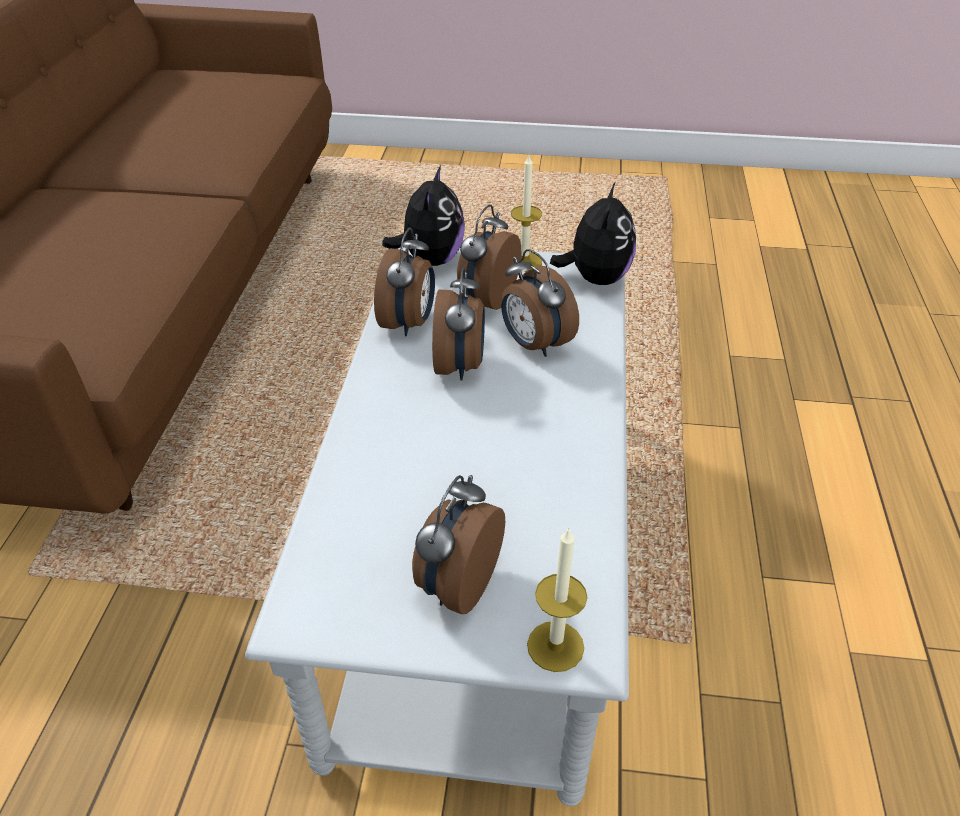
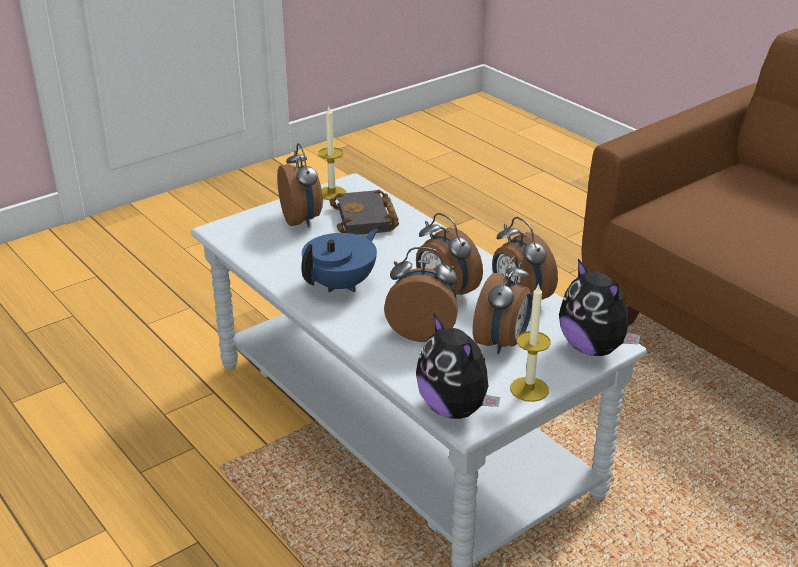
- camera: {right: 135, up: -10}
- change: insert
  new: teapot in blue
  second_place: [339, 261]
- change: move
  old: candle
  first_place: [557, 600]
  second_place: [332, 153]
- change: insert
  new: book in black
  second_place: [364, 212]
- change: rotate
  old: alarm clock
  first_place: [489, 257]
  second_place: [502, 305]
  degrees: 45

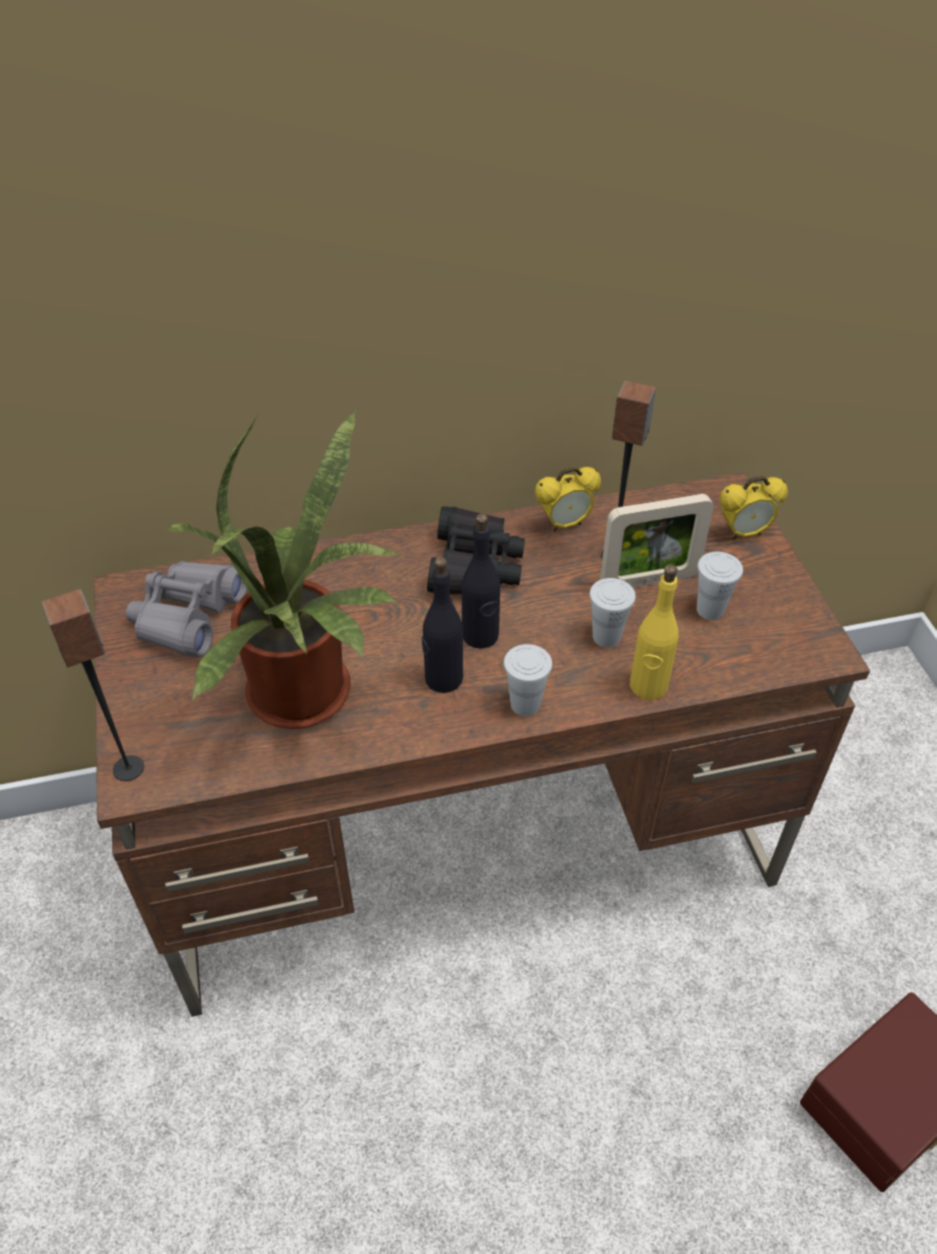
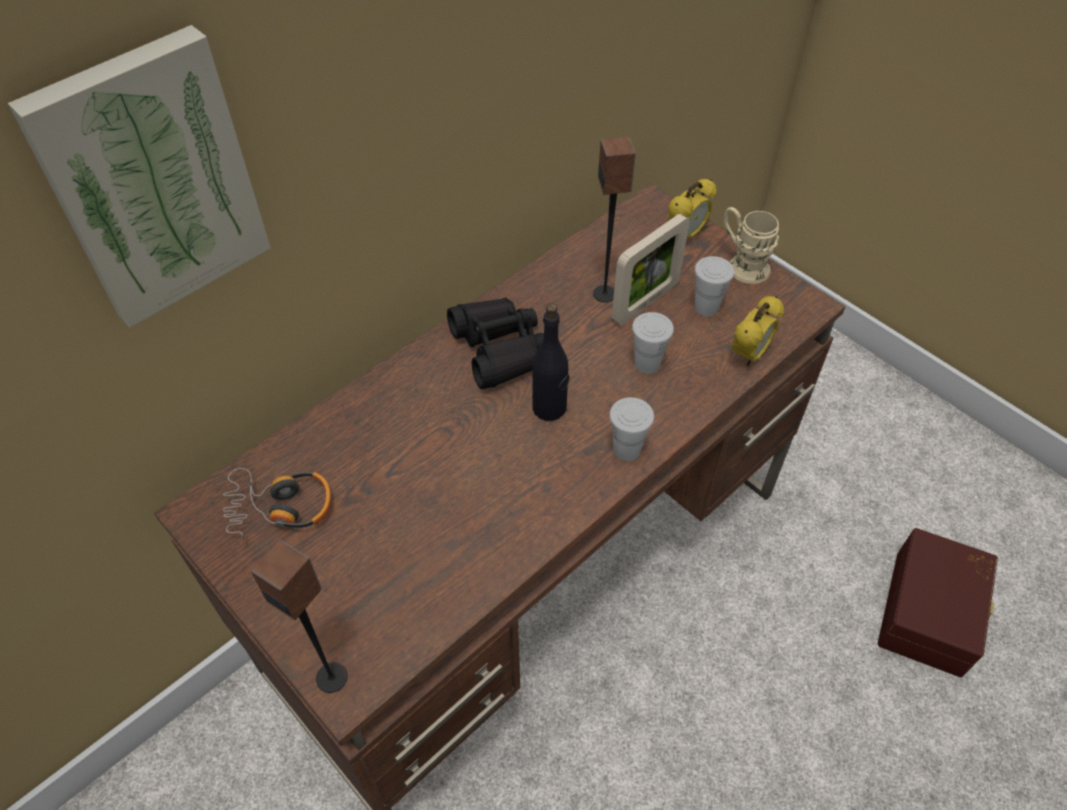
- camera: {right: -30, up: 5}
- change: insert
  new: picture
  second_place: [139, 176]
- change: replace
  old: binoculars in grey
  new: headphones
  first_place: [187, 609]
  second_place: [277, 506]
- change: insert
  new: mug in beige
  second_place: [751, 245]
- change: move
  old: alarm clock
  first_place: [568, 499]
  second_place: [758, 331]
- change: delete
  old: potted plant
  first_place: [285, 570]
- change: delete
  old: bottle in black
  first_place: [442, 625]
- change: delete
  old: bottle in yellow
  first_place: [654, 632]

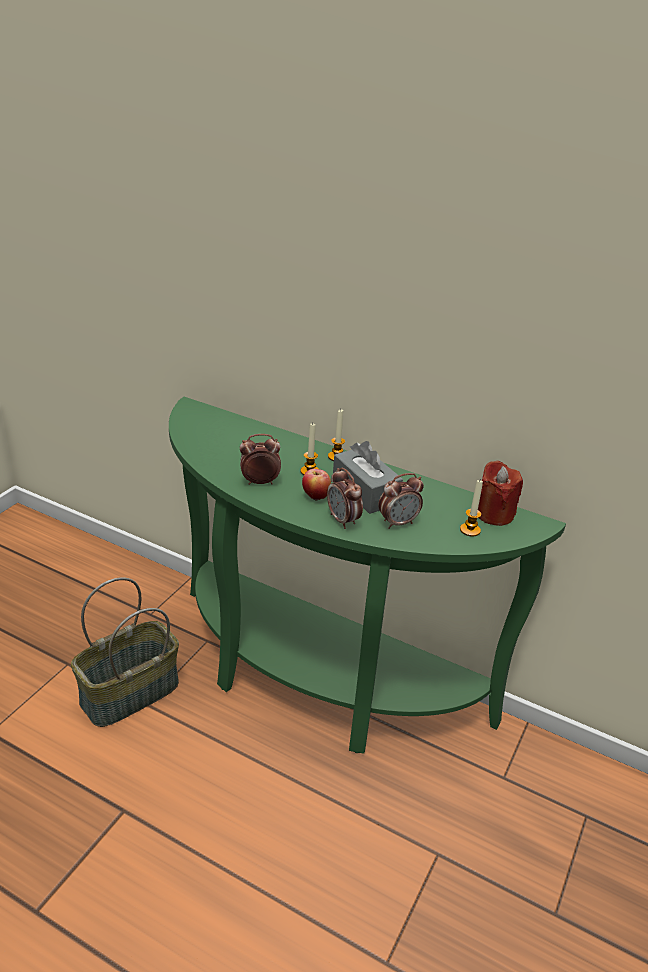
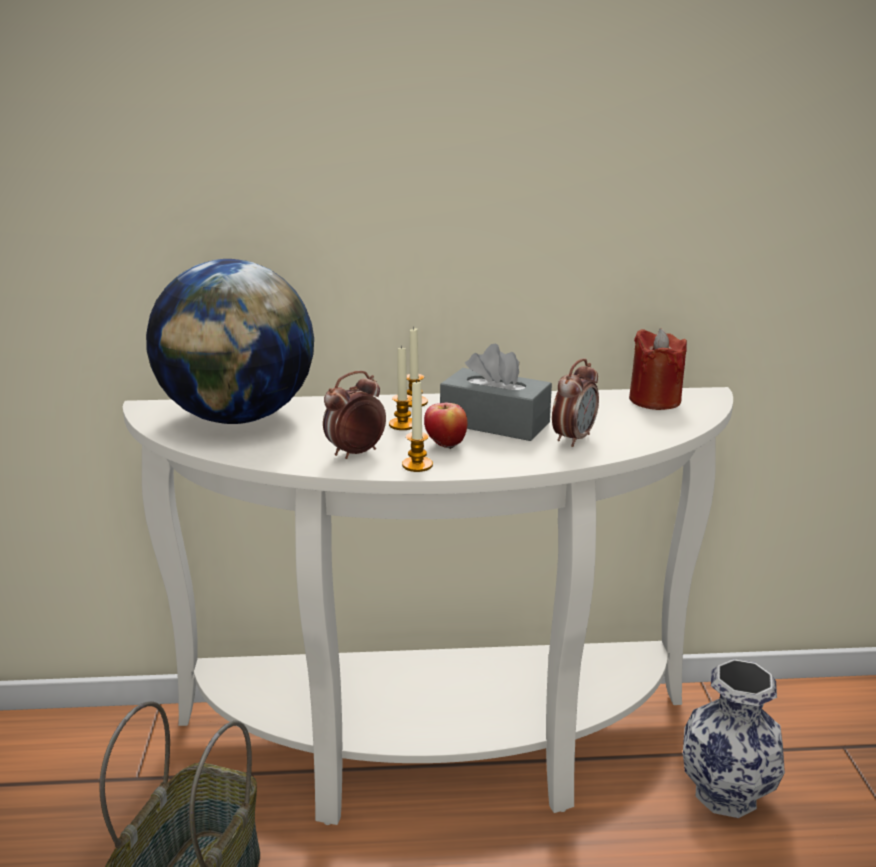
- camera: {right: -30, up: -10}
- change: recolor
  old: console table in green
  new: console table in white
  first_place: [367, 575]
  second_place: [428, 606]
- change: insert
  new: globe
  second_place: [230, 341]
- change: move
  old: candle
  first_place: [471, 508]
  second_place: [417, 425]
- change: insert
  new: vase
  second_place: [734, 738]
- change: delete
  old: alarm clock
  first_place: [345, 498]

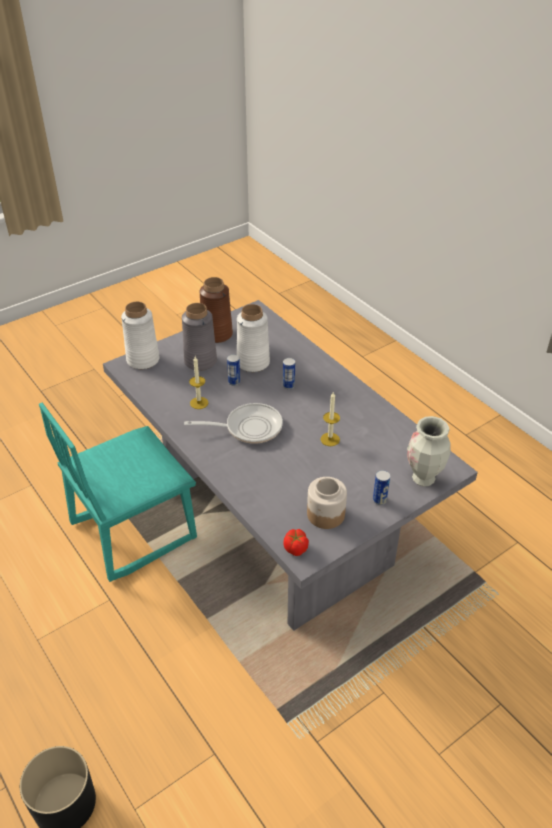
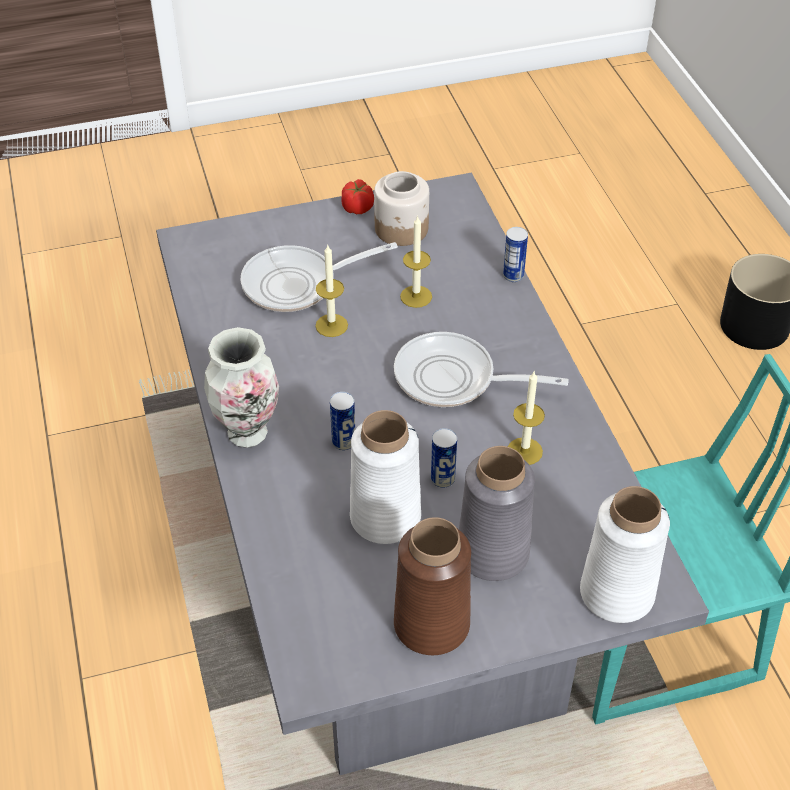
- camera: {right: -160, up: 5}
- change: move
  old: vase
  first_place: [429, 451]
  second_place: [241, 387]
- change: insert
  new: frying pan
  second_place: [319, 277]
- change: move
  old: tomato
  first_place: [296, 542]
  second_place: [357, 196]
- change: insert
  new: candle
  second_place: [416, 261]
- change: move
  old: can
  first_place: [381, 487]
  second_place: [515, 254]

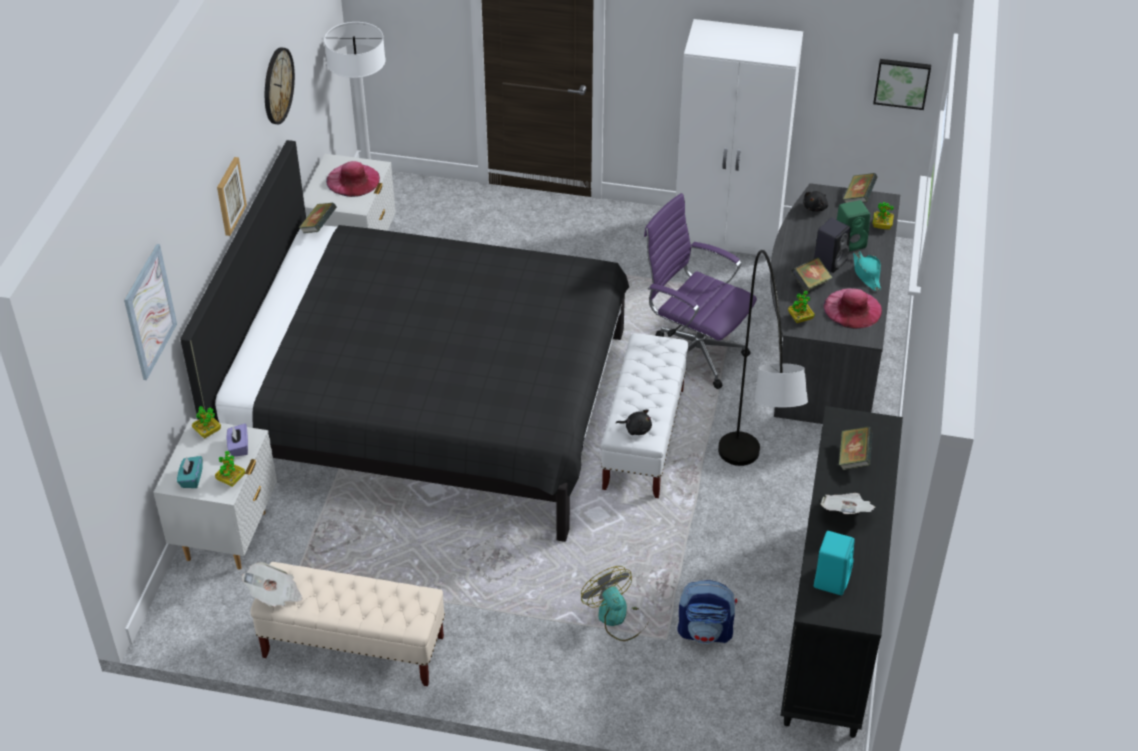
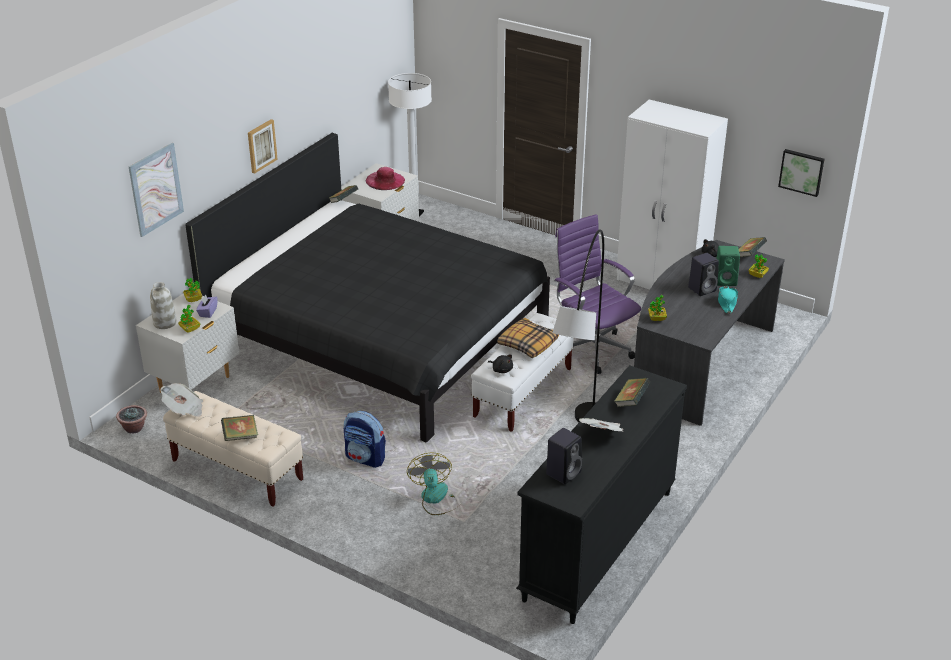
- camera: {right: 20, up: -10}
- change: insert
  new: potted plant
  second_place: [131, 419]
- change: replace
  old: tissue box in turquoise
  new: vase in white
  first_place: [190, 472]
  second_place: [163, 305]
- change: move
  old: book
  first_place: [812, 274]
  second_place: [239, 428]
- change: move
  old: backpack
  first_place: [707, 612]
  second_place: [365, 439]
- change: insert
  new: pillow
  second_place: [528, 338]
- change: recolor
  old: speaker in turquoise
  new: speaker in black
  first_place: [834, 563]
  second_place: [564, 456]
- change: delete
  old: wall clock
  first_place: [280, 85]
- change: delete
  old: hat in pink
  first_place: [852, 308]

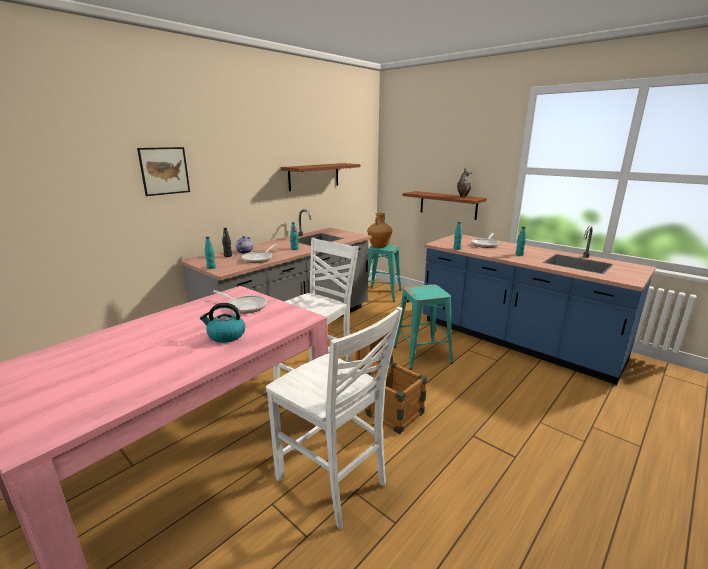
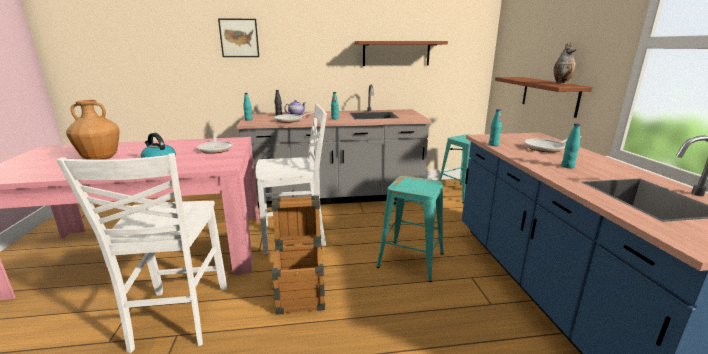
- camera: {right: 40, up: 0}
- change: move
  old: vase in brown
  first_place: [380, 230]
  second_place: [93, 130]

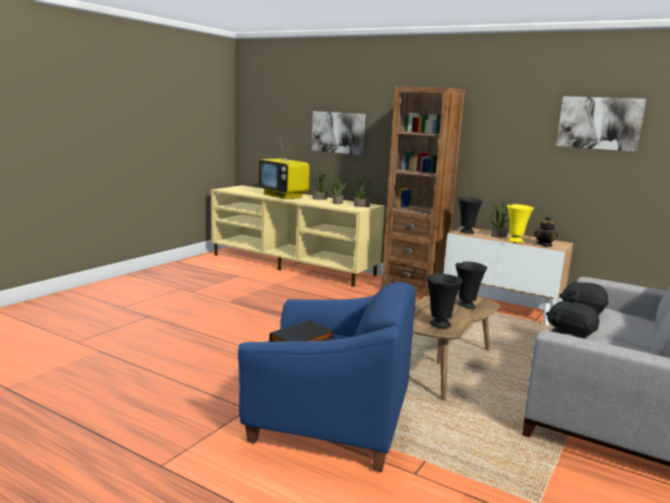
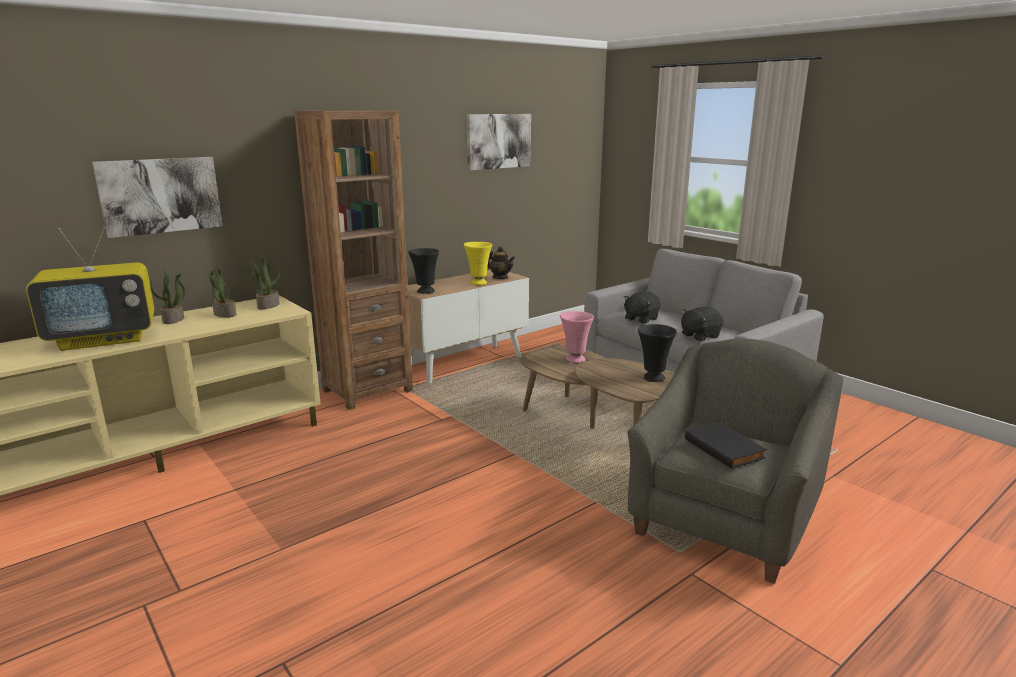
- camera: {right: -70, up: 5}
- change: recolor
  old: vase in black
  new: vase in pink
  first_place: [471, 285]
  second_place: [577, 337]
- change: recolor
  old: armchair in blue
  new: armchair in grey
  first_place: [327, 377]
  second_place: [735, 461]
- change: delete
  old: potted plant
  first_place: [500, 219]

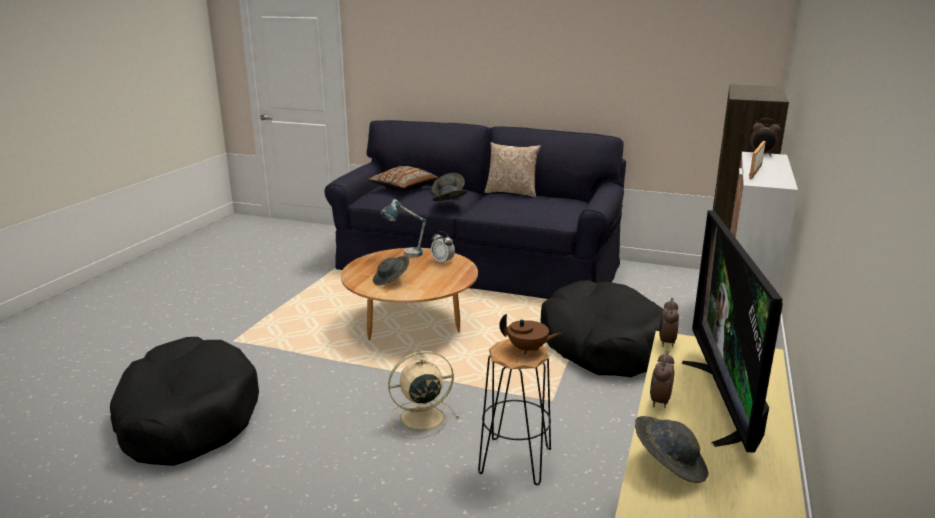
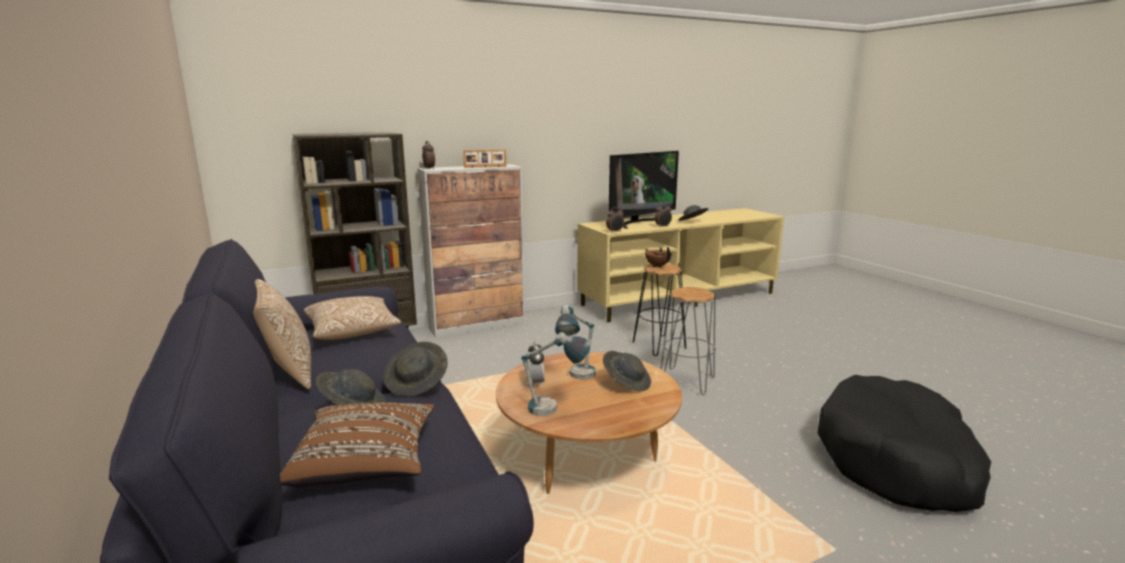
- camera: {right: -135, up: -5}
- change: insert
  new: pillow
  second_place: [352, 318]
- change: insert
  new: table lamp
  second_place: [575, 342]
- change: replace
  old: fan in beige
  new: stool in grey
  first_place: [423, 395]
  second_place: [688, 341]
- change: delete
  old: dog bed in black
  first_place: [602, 328]

